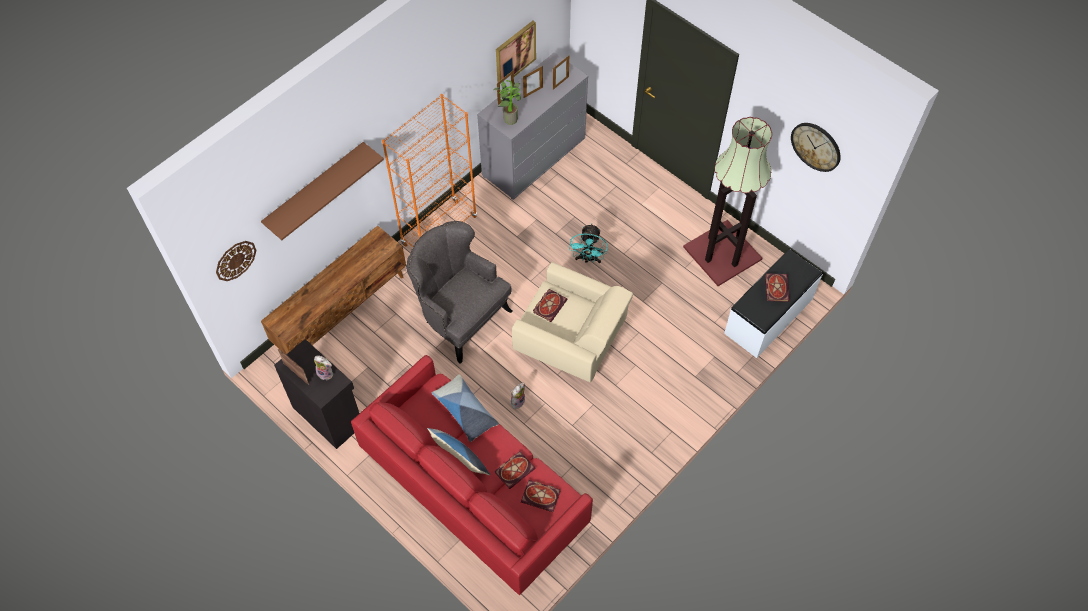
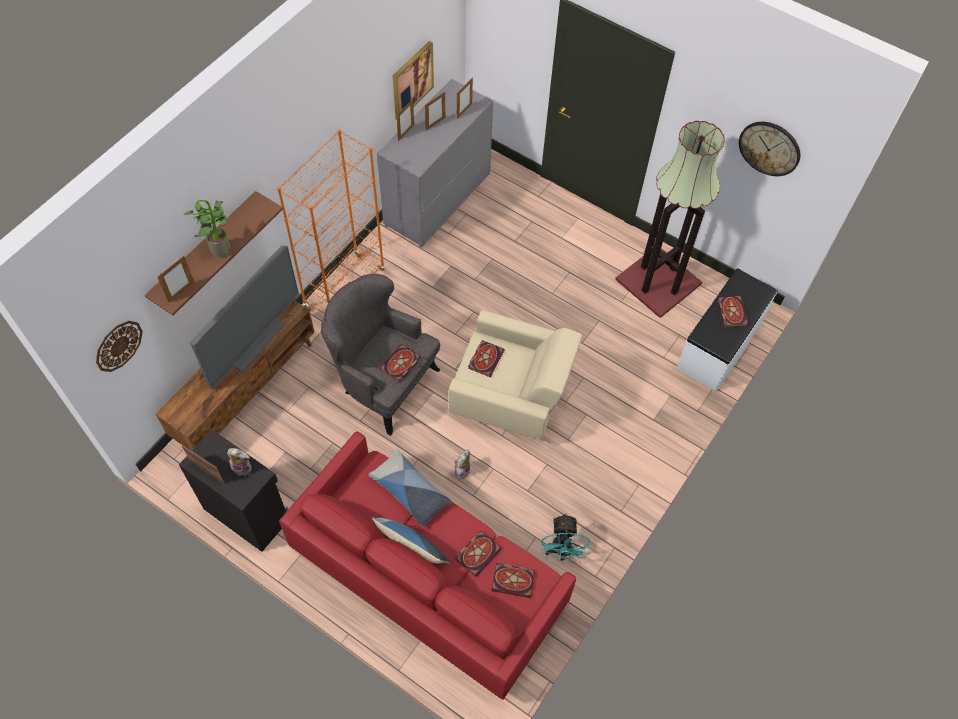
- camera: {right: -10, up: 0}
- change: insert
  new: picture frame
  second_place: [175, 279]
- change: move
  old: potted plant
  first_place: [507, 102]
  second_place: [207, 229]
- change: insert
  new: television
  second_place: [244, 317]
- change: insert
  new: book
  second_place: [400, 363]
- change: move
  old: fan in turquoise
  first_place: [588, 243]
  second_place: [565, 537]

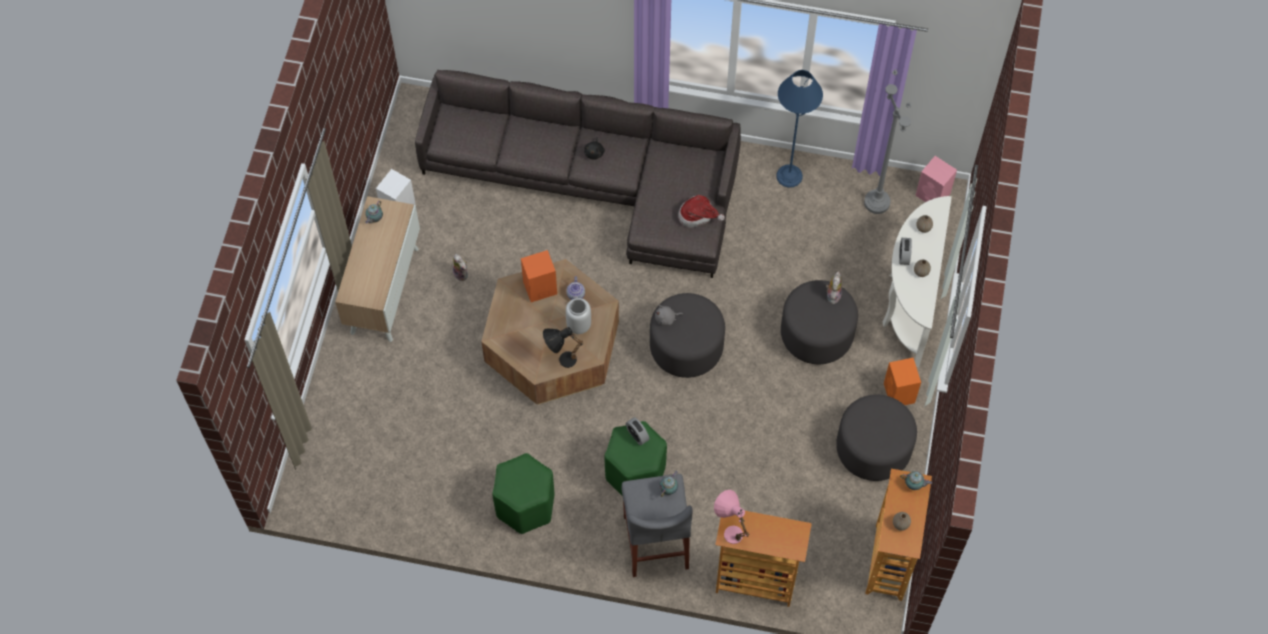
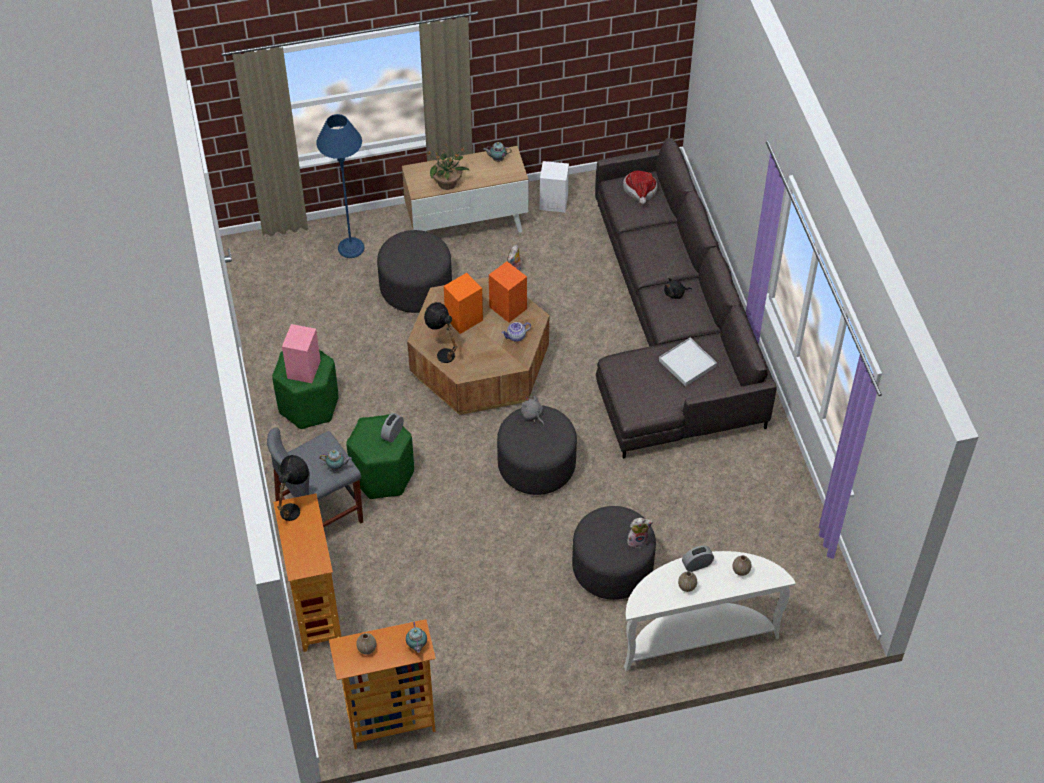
- camera: {right: 65, up: -10}
- change: recolor
  old: table lamp in pink
  new: table lamp in black
  first_place: [732, 517]
  second_place: [293, 488]
- change: move
  old: speaker in pink
  first_place: [936, 179]
  second_place: [301, 353]
- change: move
  old: floor lamp in blue
  first_place: [799, 129]
  second_place: [340, 186]
- change: move
  old: ottoman in grey
  first_place: [876, 438]
  second_place: [414, 271]
- change: insert
  new: potted plant
  second_place: [448, 167]
- change: move
  old: speaker in orange
  first_place: [902, 381]
  second_place: [463, 303]
- change: move
  old: hat
  first_place: [701, 211]
  second_place: [640, 187]
- change: insert
  new: tray in white
  second_place: [688, 362]
- change: delete
  old: vase in grey
  first_place: [578, 316]
- change: delete
  old: floor lamp in grey
  first_place: [887, 141]

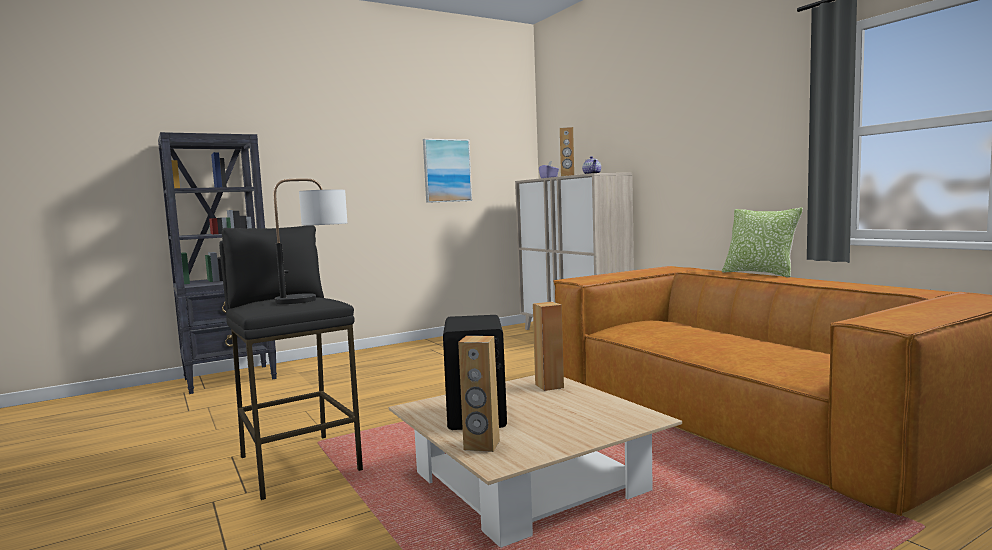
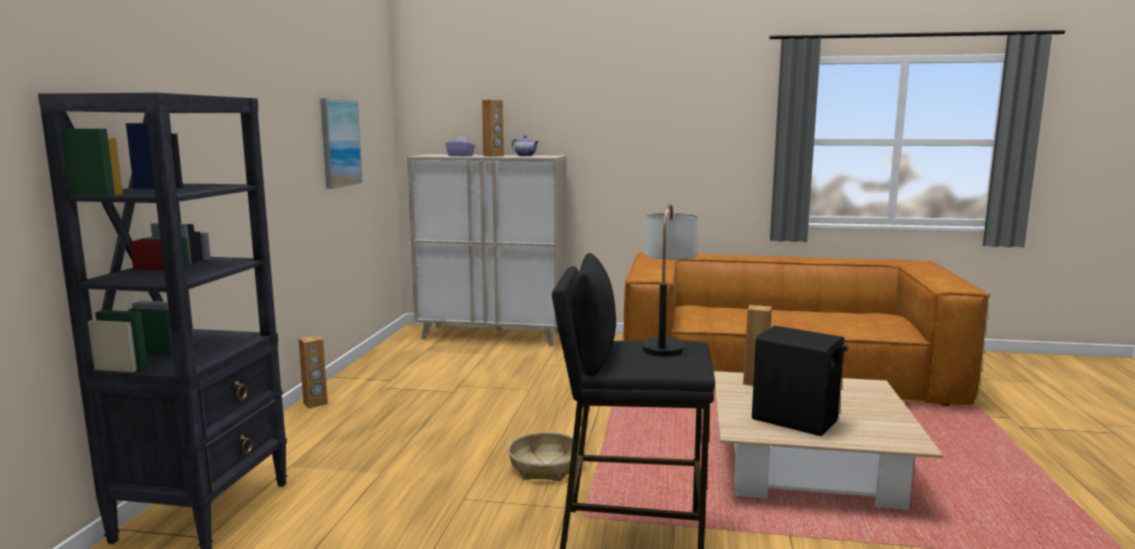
- camera: {right: -50, up: 5}
- change: move
  old: speaker in brown
  first_place: [479, 394]
  second_place: [313, 371]
- change: insert
  new: basket
  second_place: [544, 456]
- change: delete
  old: pillow
  first_place: [762, 243]

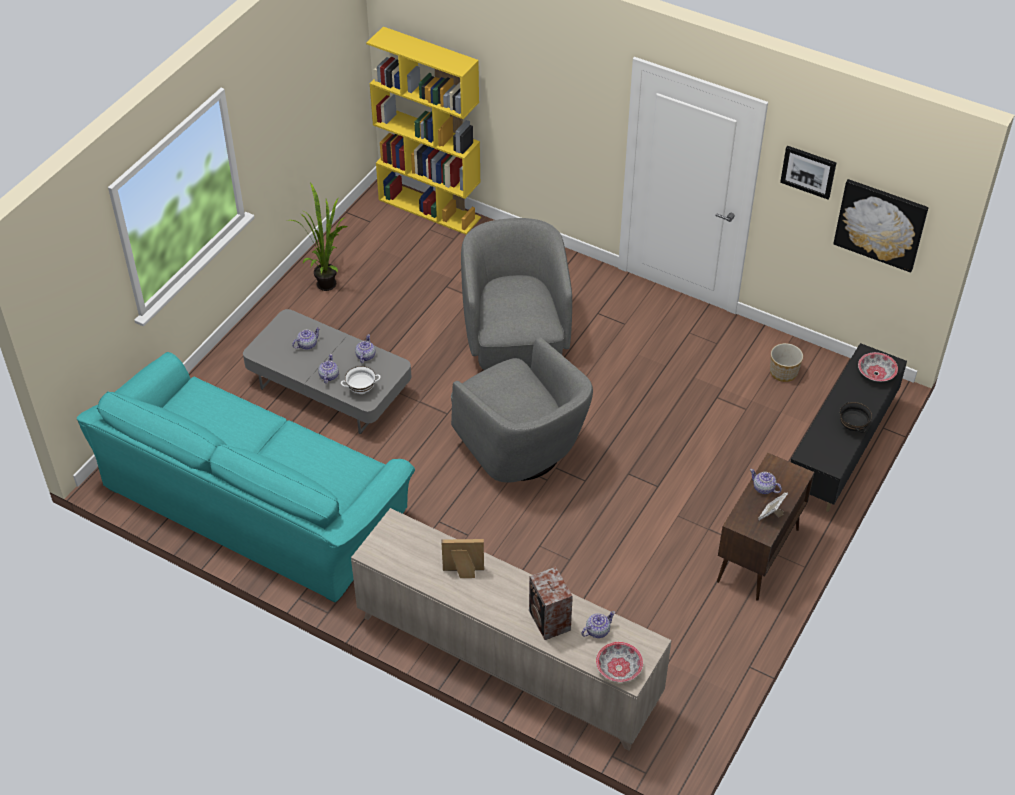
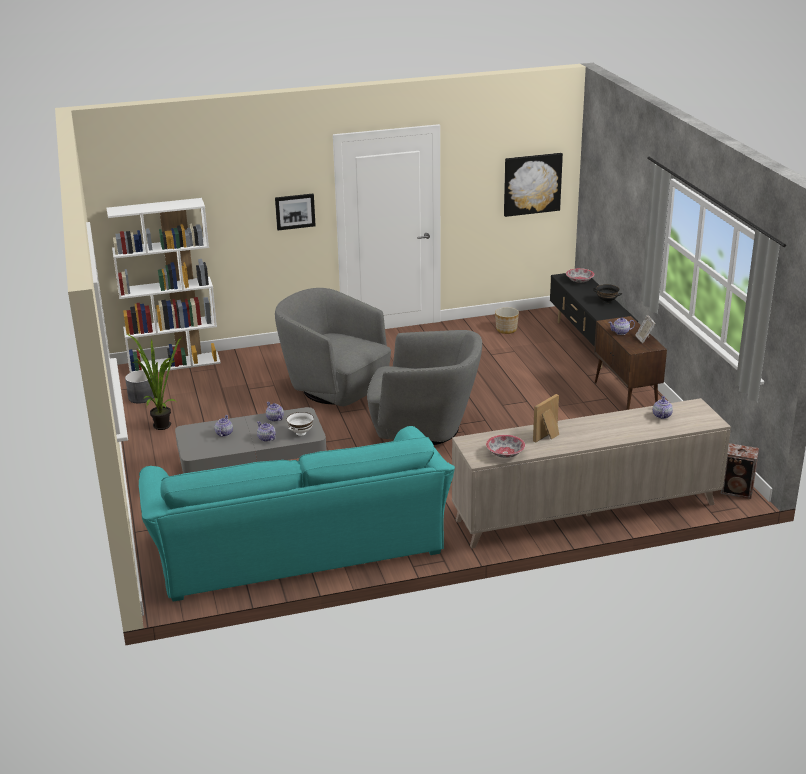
- camera: {right: -45, up: -20}
- change: recolor
  old: bookcase in yellow
  new: bookcase in white
  first_place: [423, 131]
  second_place: [164, 285]
- change: insert
  new: planter in grey
  second_place: [139, 387]
- change: move
  old: picture
  first_place: [808, 172]
  second_place: [295, 212]
- change: move
  old: bowl
  first_place: [619, 662]
  second_place: [505, 446]
- change: move
  old: speaker
  first_place: [551, 603]
  second_place: [739, 471]

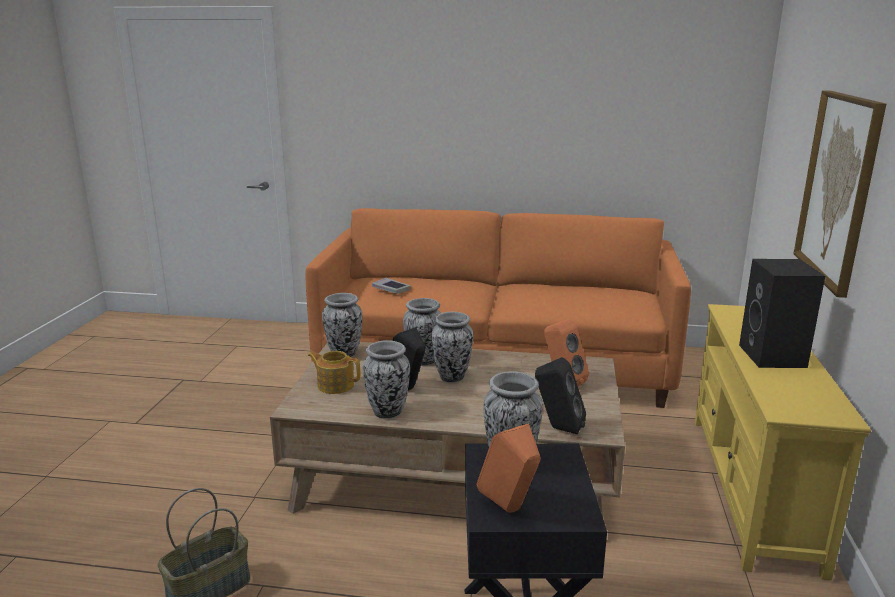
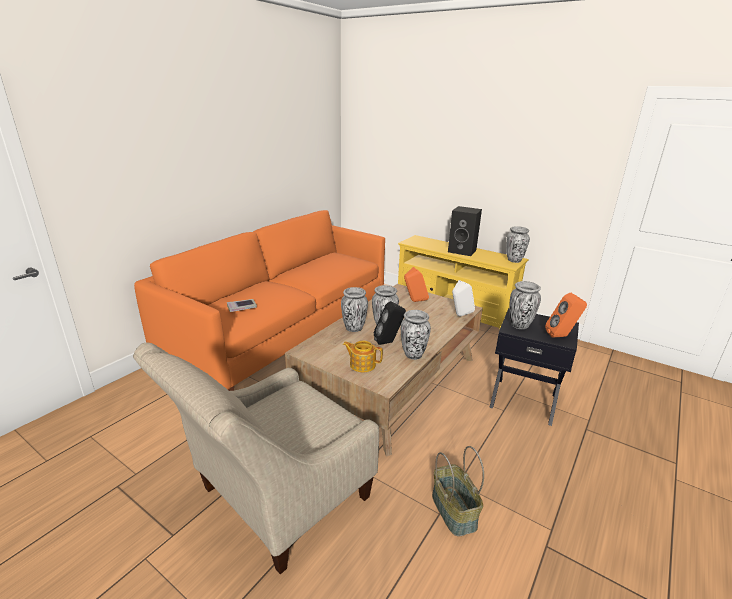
- camera: {right: -65, up: 5}
- change: insert
  new: armchair in beige
  second_place: [256, 458]
- change: rotate
  old: teapot
  first_place: [334, 372]
  second_place: [363, 356]
  degrees: 60
- change: recolor
  old: speaker in black
  new: speaker in white
  first_place: [560, 395]
  second_place: [463, 298]
- change: move
  old: vase
  first_place: [342, 325]
  second_place: [518, 244]
- change: delete
  old: picture
  first_place: [839, 194]

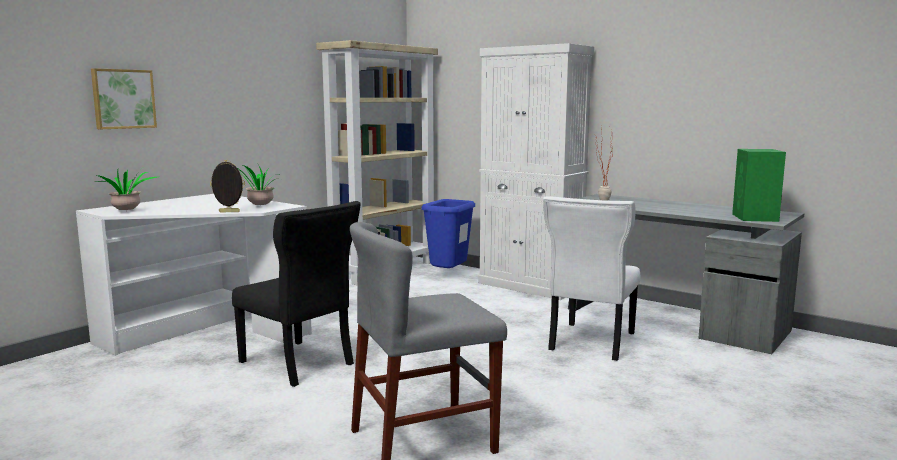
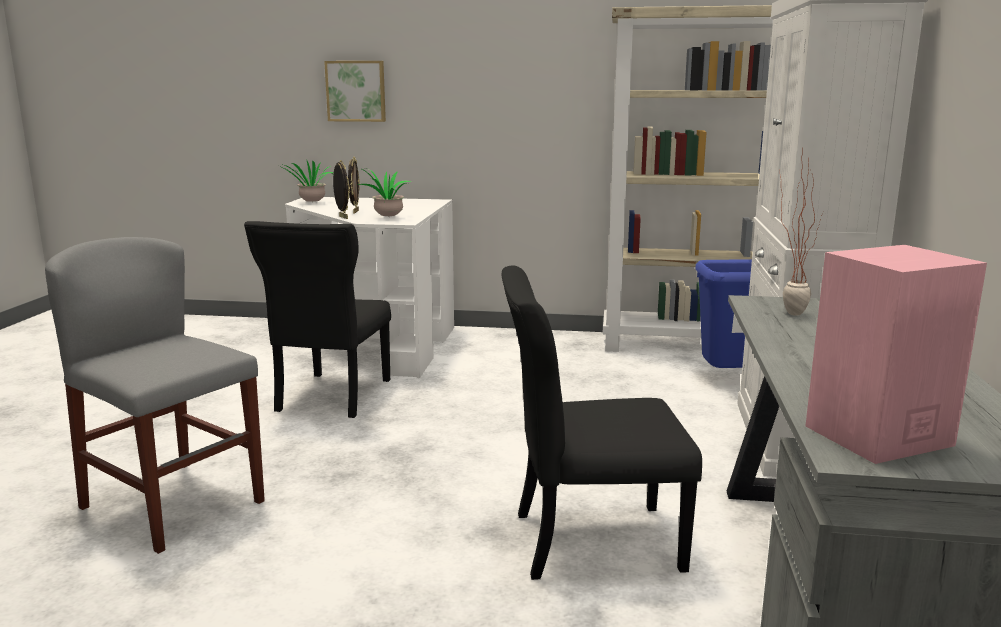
- camera: {right: 60, up: 5}
- change: insert
  new: picture frame
  second_place: [354, 185]
- change: recolor
  old: chair in white
  new: chair in black
  first_place: [592, 278]
  second_place: [602, 423]
- change: recolor
  old: speaker in green
  new: speaker in pink
  first_place: [759, 185]
  second_place: [896, 354]

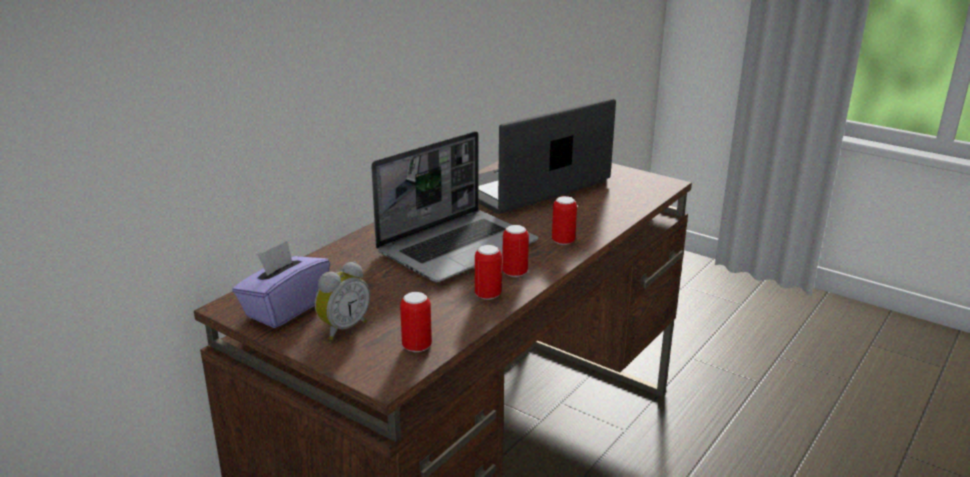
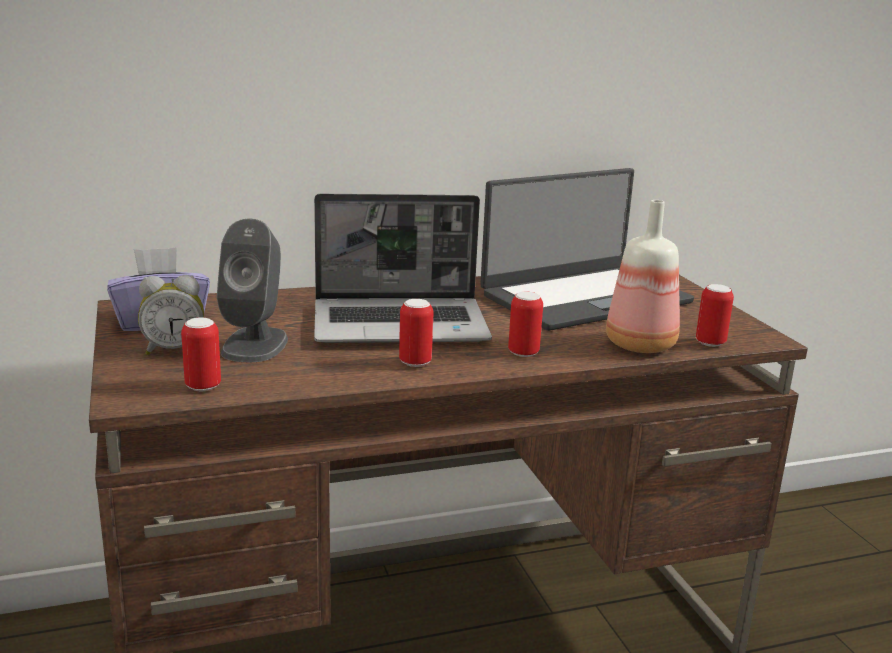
- camera: {right: 35, up: -5}
- change: insert
  new: speaker in grey
  second_place: [252, 290]
- change: rotate
  old: laptop
  first_place: [547, 156]
  second_place: [587, 249]
  degrees: 150
- change: insert
  new: bottle
  second_place: [643, 276]
- change: move
  old: can
  first_place: [488, 272]
  second_place: [715, 315]

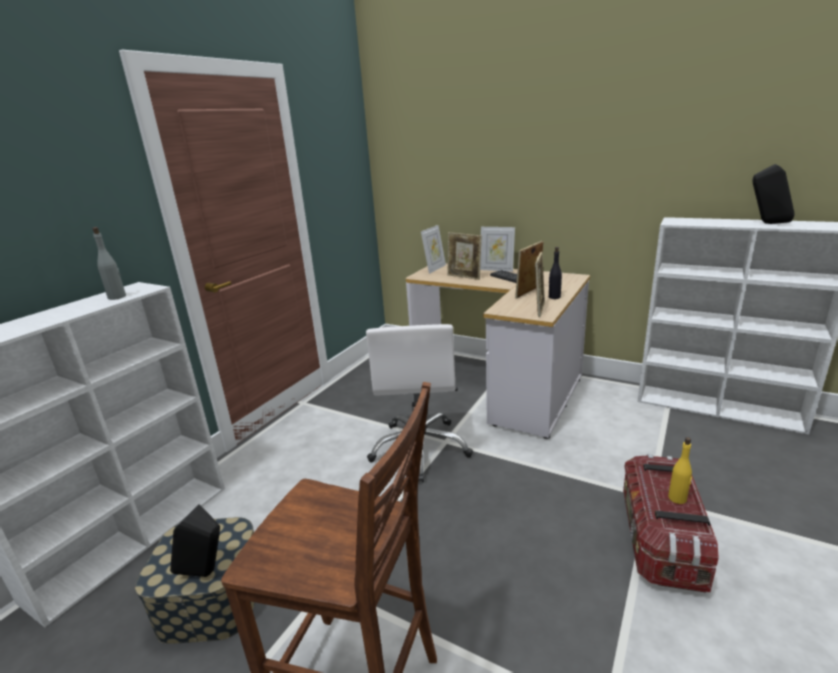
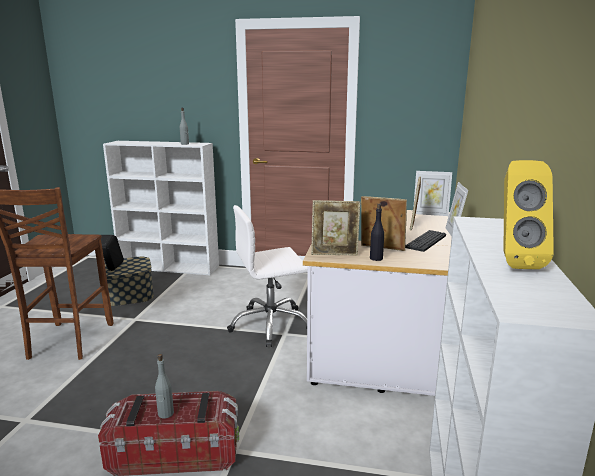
- camera: {right: 70, up: -5}
- change: recolor
  old: bottle in yellow
  new: bottle in grey
  first_place: [680, 470]
  second_place: [164, 386]
- change: recolor
  old: speaker in black
  new: speaker in yellow
  first_place: [773, 194]
  second_place: [528, 214]

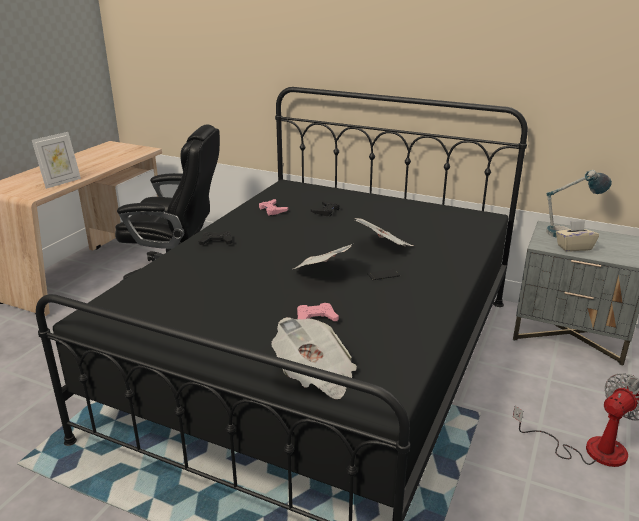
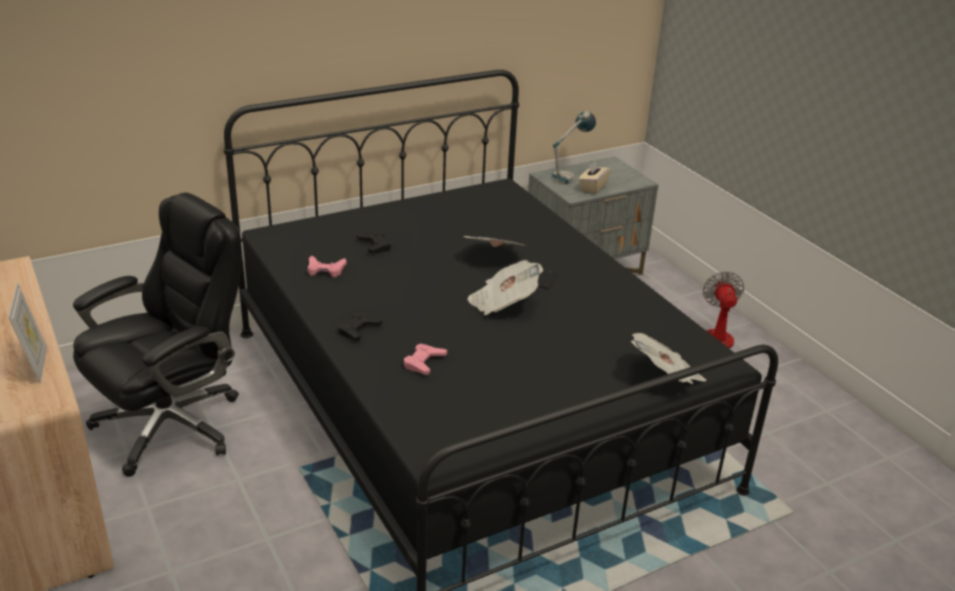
- camera: {right: -55, up: 5}
- change: move
  old: game controller in pink
  first_place: [318, 312]
  second_place: [425, 359]

